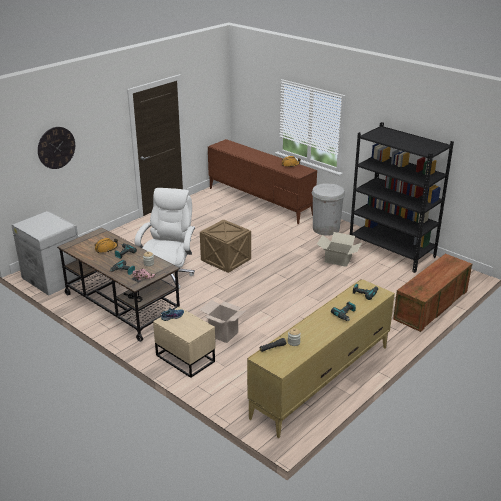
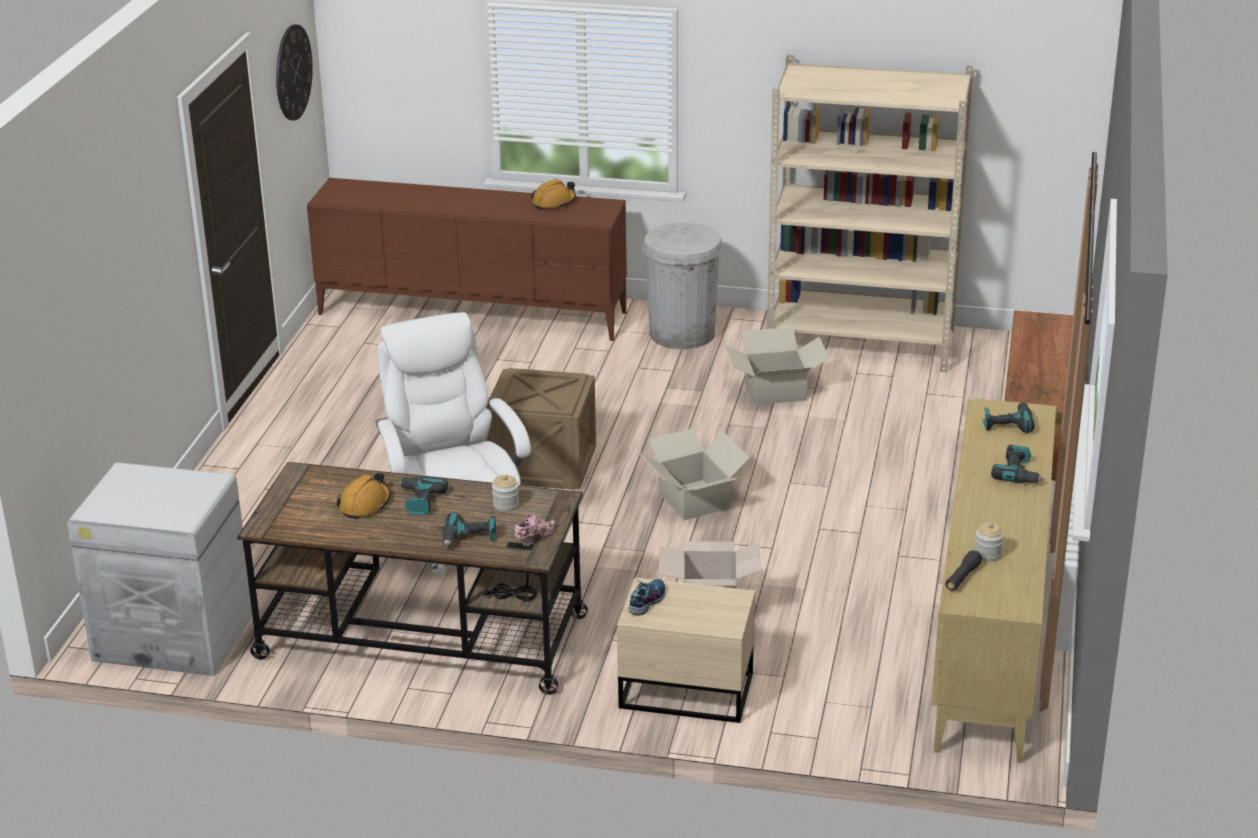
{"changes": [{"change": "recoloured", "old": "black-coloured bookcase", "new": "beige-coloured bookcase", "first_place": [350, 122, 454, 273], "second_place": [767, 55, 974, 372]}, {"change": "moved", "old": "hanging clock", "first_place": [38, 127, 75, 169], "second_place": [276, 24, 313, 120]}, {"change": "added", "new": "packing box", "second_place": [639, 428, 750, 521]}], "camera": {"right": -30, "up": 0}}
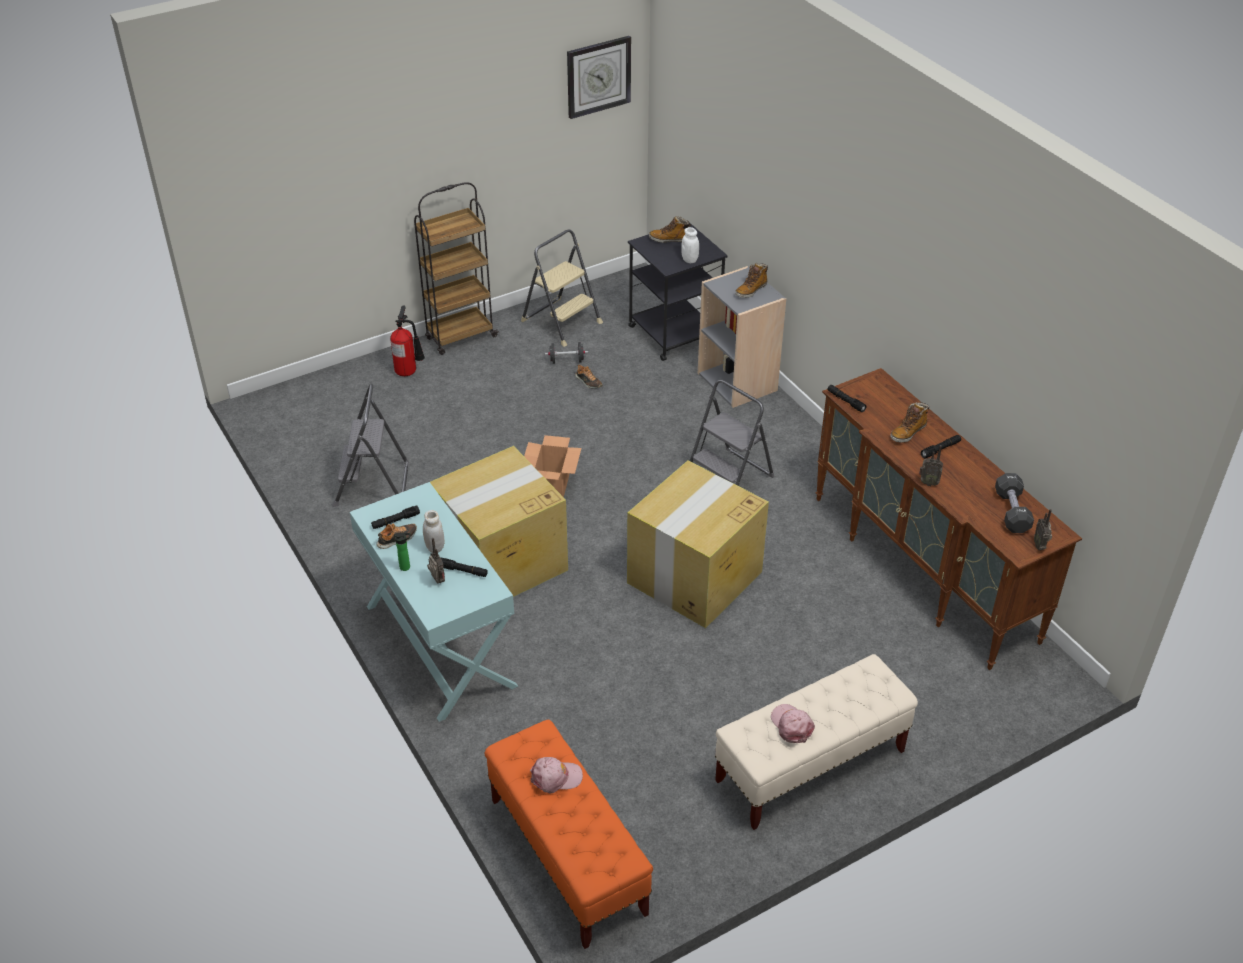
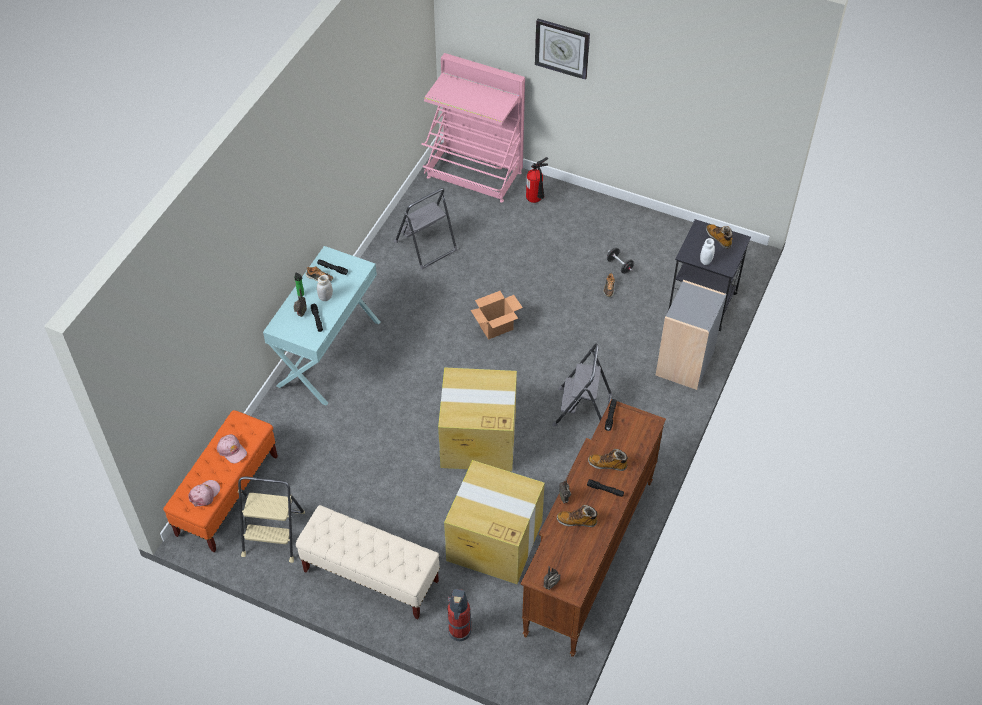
{"changes": [{"change": "moved", "old": "hanging clock", "first_place": [567, 36, 631, 119], "second_place": [535, 19, 590, 80]}, {"change": "removed", "old": "brownish cart", "first_place": [414, 182, 500, 355]}, {"change": "moved", "old": "beige-coloured step ladder", "first_place": [521, 230, 603, 347], "second_place": [238, 476, 305, 563]}, {"change": "moved", "old": "tall boot", "first_place": [735, 263, 768, 298], "second_place": [557, 505, 599, 527]}, {"change": "moved", "old": "packing box", "first_place": [430, 446, 568, 597], "second_place": [444, 460, 545, 584]}, {"change": "removed", "old": "black-coloured dumbbell", "first_place": [995, 473, 1034, 533]}, {"change": "moved", "old": "pink-coloured baseball cap", "first_place": [771, 704, 815, 743], "second_place": [188, 480, 220, 507]}, {"change": "added", "new": "pink-coloured shoe rack", "second_place": [421, 53, 525, 203]}, {"change": "added", "new": "extinguisher", "second_place": [447, 589, 471, 641]}], "camera": {"right": 55, "up": 10}}
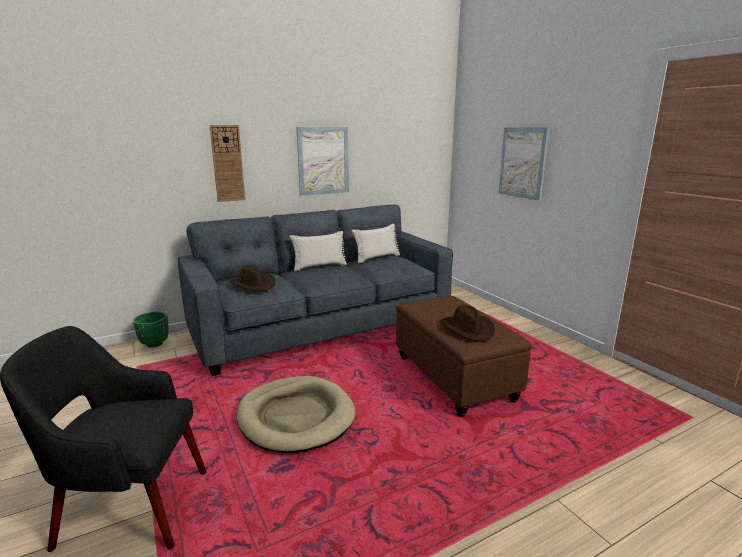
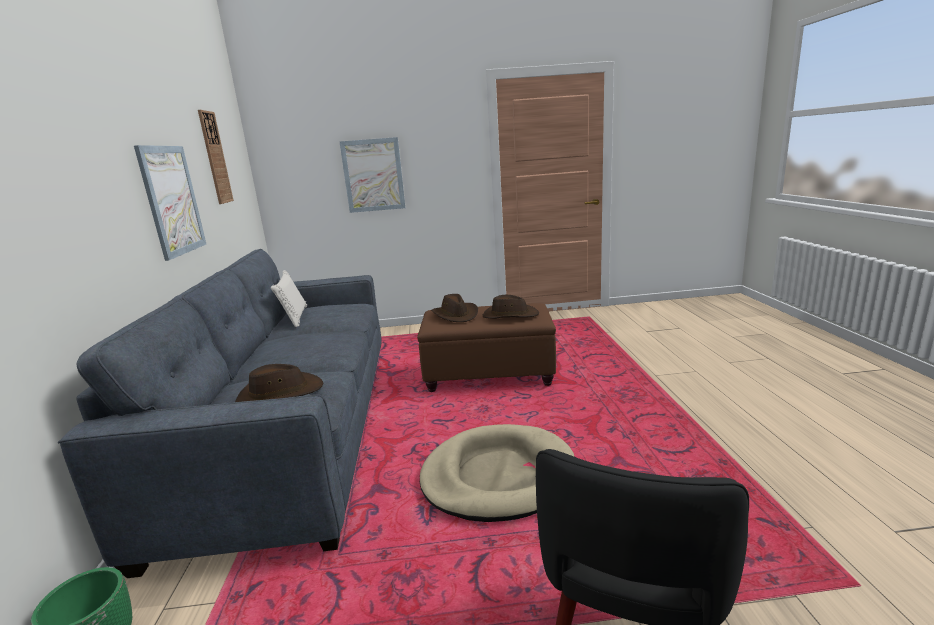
{"changes": [{"change": "moved", "old": "hanging clock", "first_place": [210, 125, 245, 202], "second_place": [198, 110, 234, 204]}, {"change": "removed", "old": "whitish cushion", "first_place": [289, 231, 347, 272]}, {"change": "added", "new": "brownish clothing hat", "second_place": [431, 294, 478, 322]}], "camera": {"right": -65, "up": 0}}
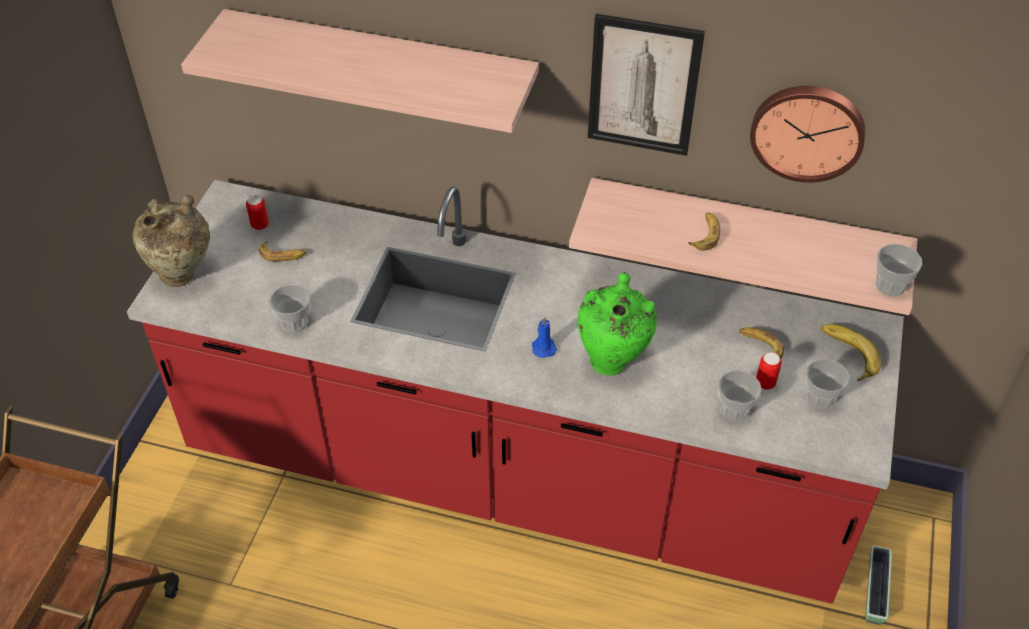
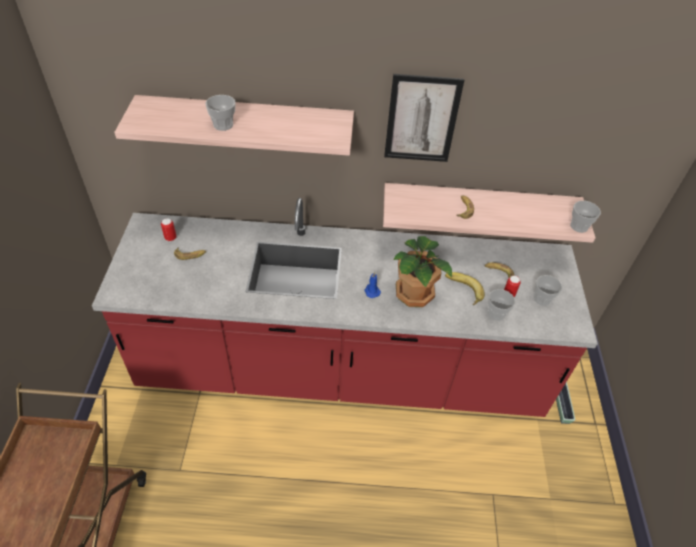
{"changes": [{"change": "removed", "old": "hanging clock", "first_place": [750, 86, 865, 183]}, {"change": "removed", "old": "beige-coloured decorative vase", "first_place": [133, 195, 210, 287]}, {"change": "replaced", "old": "greenish decorative vase", "new": "houseplant", "first_place": [577, 272, 657, 376], "second_place": [394, 236, 452, 307]}, {"change": "moved", "old": "drinking cup", "first_place": [269, 285, 310, 333], "second_place": [205, 95, 236, 131]}, {"change": "moved", "old": "banana", "first_place": [821, 325, 881, 381], "second_place": [445, 272, 485, 305]}], "camera": {"right": -15, "up": 0}}
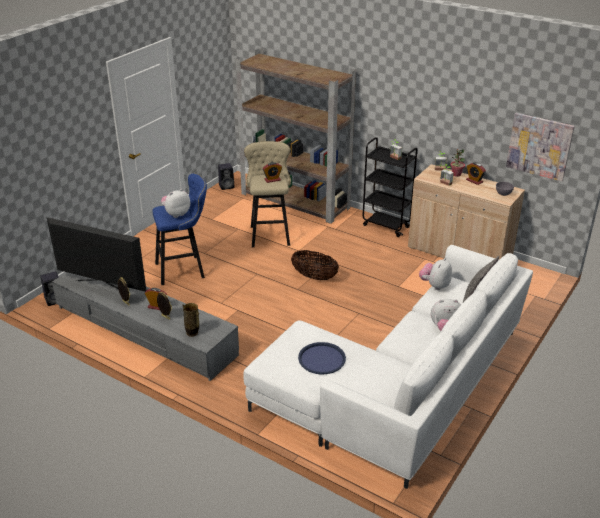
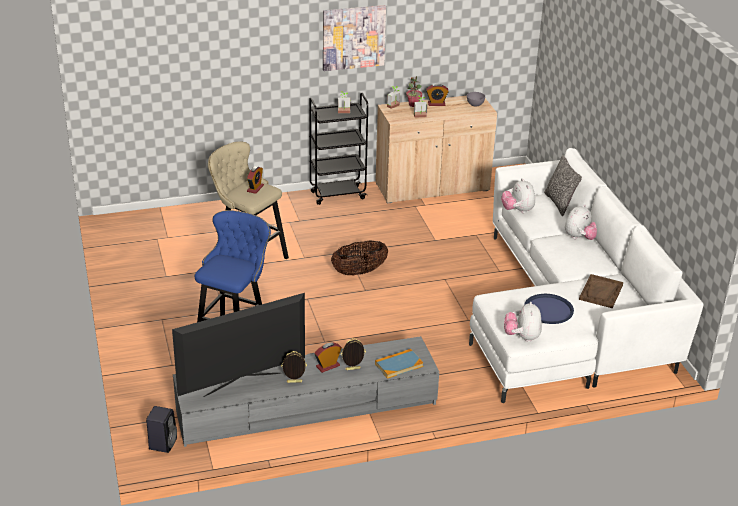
{"changes": [{"change": "removed", "old": "brownish bookcase", "first_place": [235, 48, 356, 224]}, {"change": "moved", "old": "wall art", "first_place": [506, 113, 575, 181], "second_place": [323, 5, 386, 71]}, {"change": "removed", "old": "black-coloured audio speaker", "first_place": [218, 163, 235, 190]}, {"change": "moved", "old": "cuddly toy", "first_place": [161, 189, 190, 218], "second_place": [504, 302, 542, 342]}, {"change": "replaced", "old": "decorative vase", "new": "bound book", "first_place": [182, 303, 199, 337], "second_place": [375, 349, 423, 379]}, {"change": "added", "new": "brownish serving tray", "second_place": [579, 274, 623, 308]}], "camera": {"right": -50, "up": 0}}
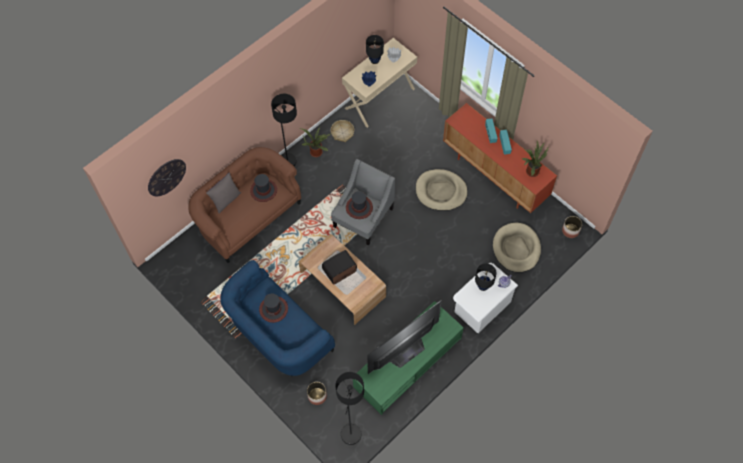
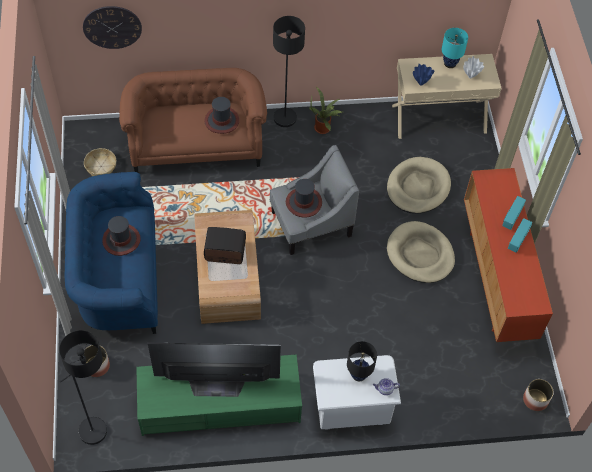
{"changes": [{"change": "recoloured", "old": "black-coloured lamp for a table", "new": "blue-green lamp for a table", "first_place": [366, 35, 384, 64], "second_place": [441, 28, 468, 68]}, {"change": "moved", "old": "basket", "first_place": [331, 120, 354, 142], "second_place": [84, 148, 116, 176]}, {"change": "removed", "old": "houseplant", "first_place": [522, 141, 549, 177]}, {"change": "removed", "old": "grey cushion", "first_place": [206, 172, 241, 213]}, {"change": "moved", "old": "beige-coloured dog bed", "first_place": [493, 223, 541, 272], "second_place": [387, 157, 451, 214]}], "camera": {"right": 35, "up": -5}}
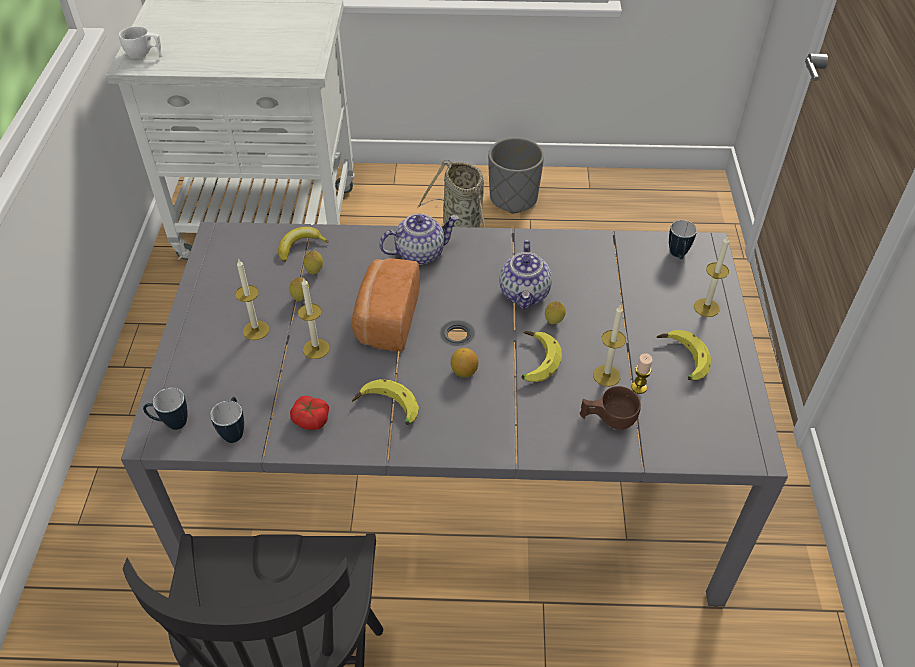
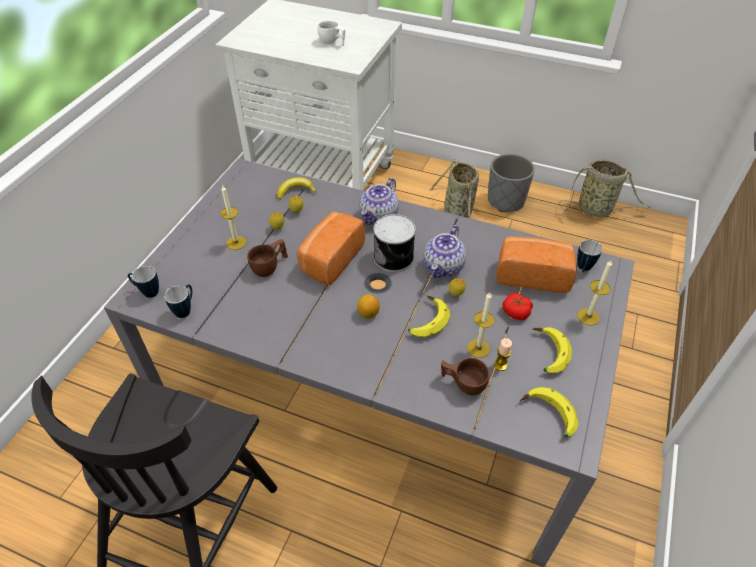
{"changes": [{"change": "moved", "old": "whitish drinking cup", "first_place": [119, 26, 162, 59], "second_place": [318, 21, 345, 46]}, {"change": "turned", "old": "tea pot", "first_place": [379, 213, 459, 265], "second_place": [360, 178, 399, 225], "degrees": 120}, {"change": "replaced", "old": "candle", "new": "brownish drinking cup", "first_place": [298, 278, 330, 359], "second_place": [247, 239, 288, 277]}, {"change": "moved", "old": "banana", "first_place": [352, 379, 419, 425], "second_place": [520, 387, 579, 437]}, {"change": "moved", "old": "whole tomato", "first_place": [290, 396, 329, 430], "second_place": [503, 293, 533, 320]}, {"change": "added", "new": "basket", "second_place": [559, 159, 651, 217]}, {"change": "added", "new": "can", "second_place": [374, 214, 416, 272]}, {"change": "added", "new": "bread", "second_place": [497, 236, 577, 293]}], "camera": {"right": 20, "up": 0}}
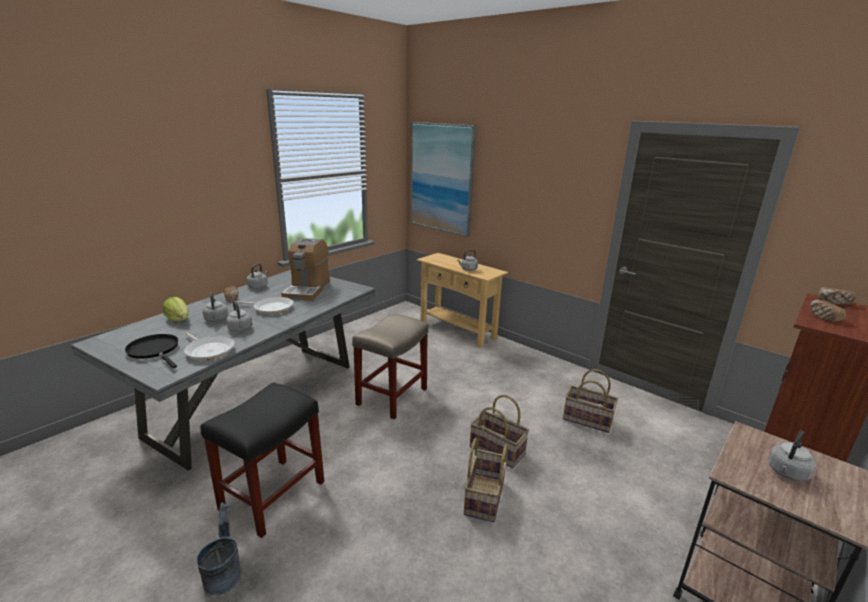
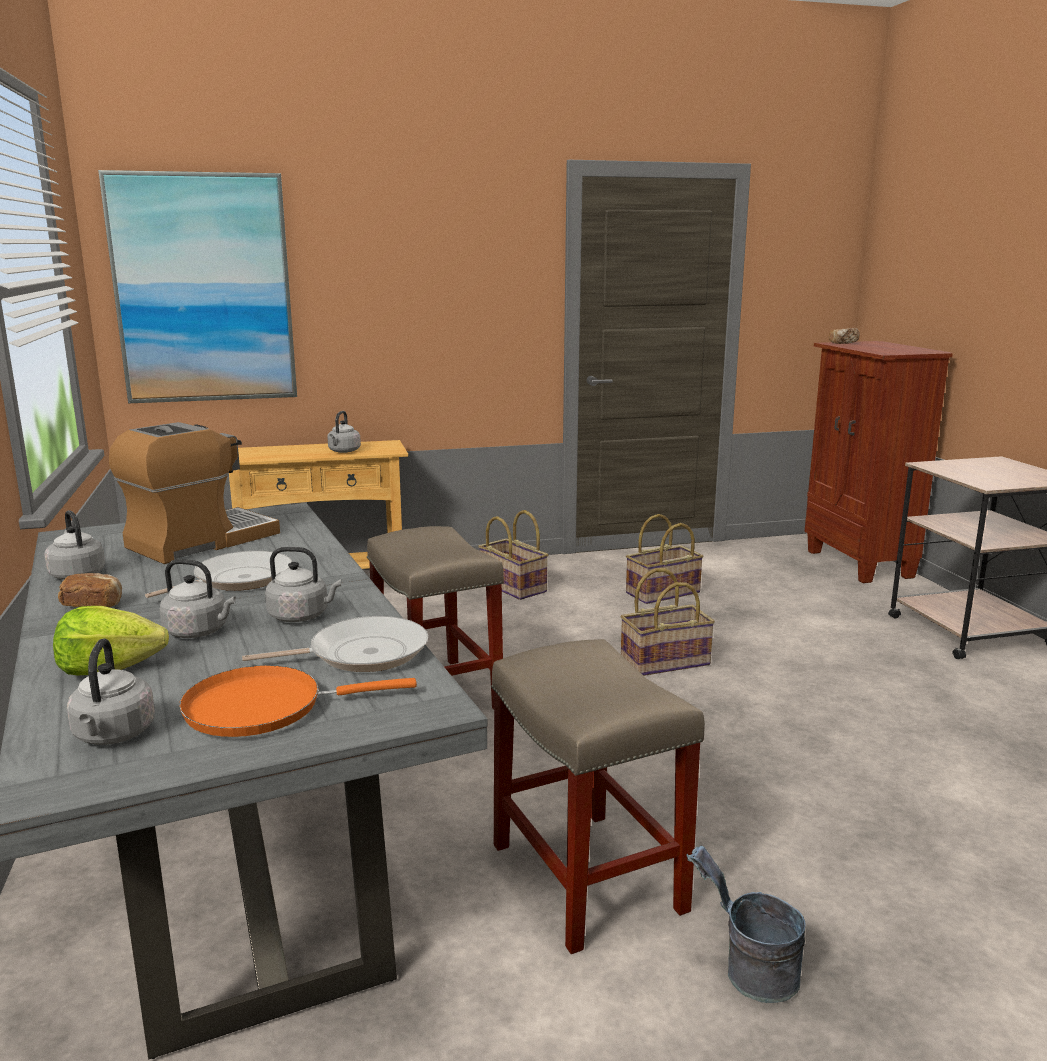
{"changes": [{"change": "turned", "old": "coffee maker", "first_place": [281, 238, 330, 301], "second_place": [109, 422, 280, 564], "degrees": -90}, {"change": "removed", "old": "bread", "first_place": [810, 300, 846, 322]}, {"change": "recoloured", "old": "black-coloured frying pan", "new": "orange-coloured frying pan", "first_place": [125, 334, 178, 368], "second_place": [179, 665, 417, 737]}, {"change": "recoloured", "old": "black-coloured sitting stool", "new": "beige-coloured sitting stool", "first_place": [201, 382, 324, 538], "second_place": [491, 639, 705, 954]}, {"change": "moved", "old": "grey water kettle", "first_place": [768, 431, 817, 482], "second_place": [67, 638, 155, 745]}, {"change": "moved", "old": "basket", "first_place": [464, 438, 508, 522], "second_place": [478, 510, 548, 600]}], "camera": {"right": -55, "up": -5}}
